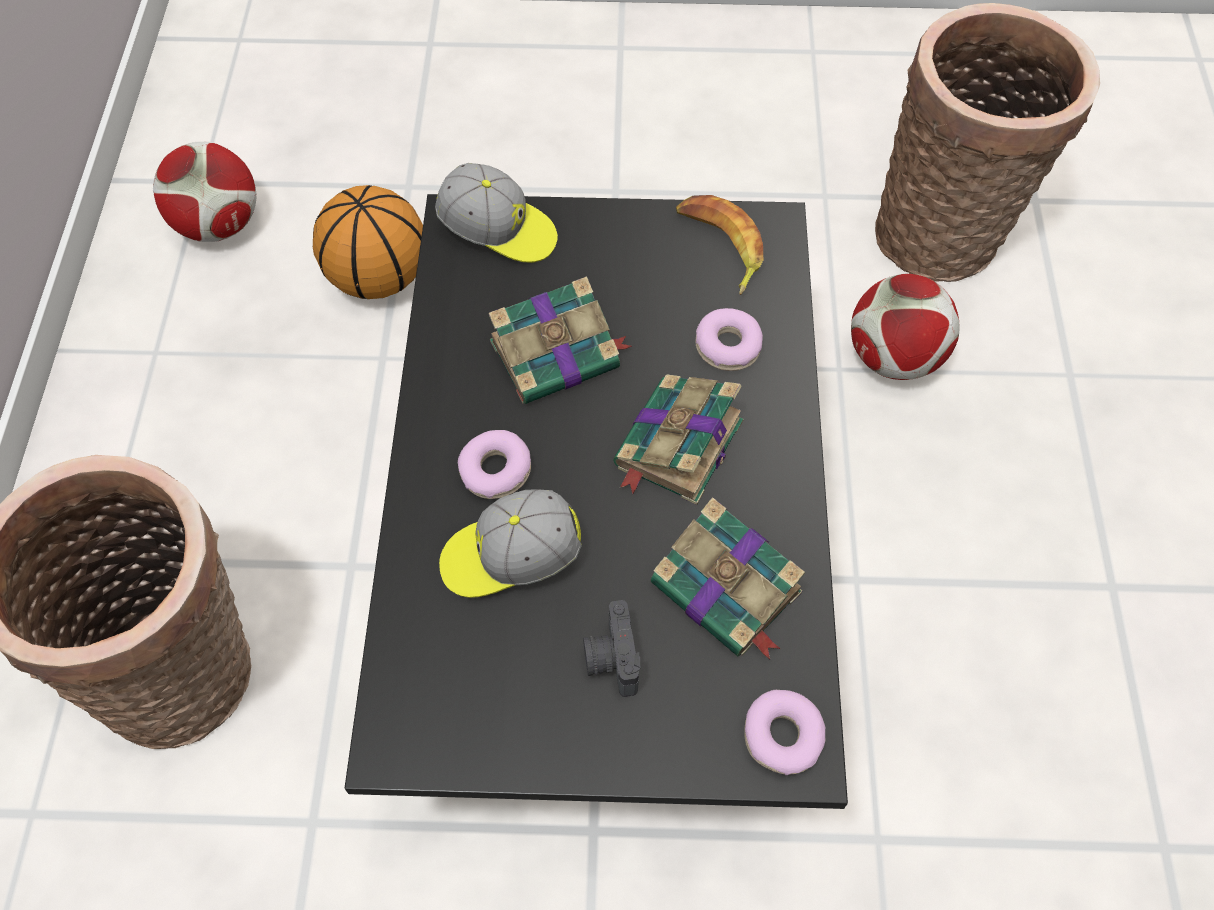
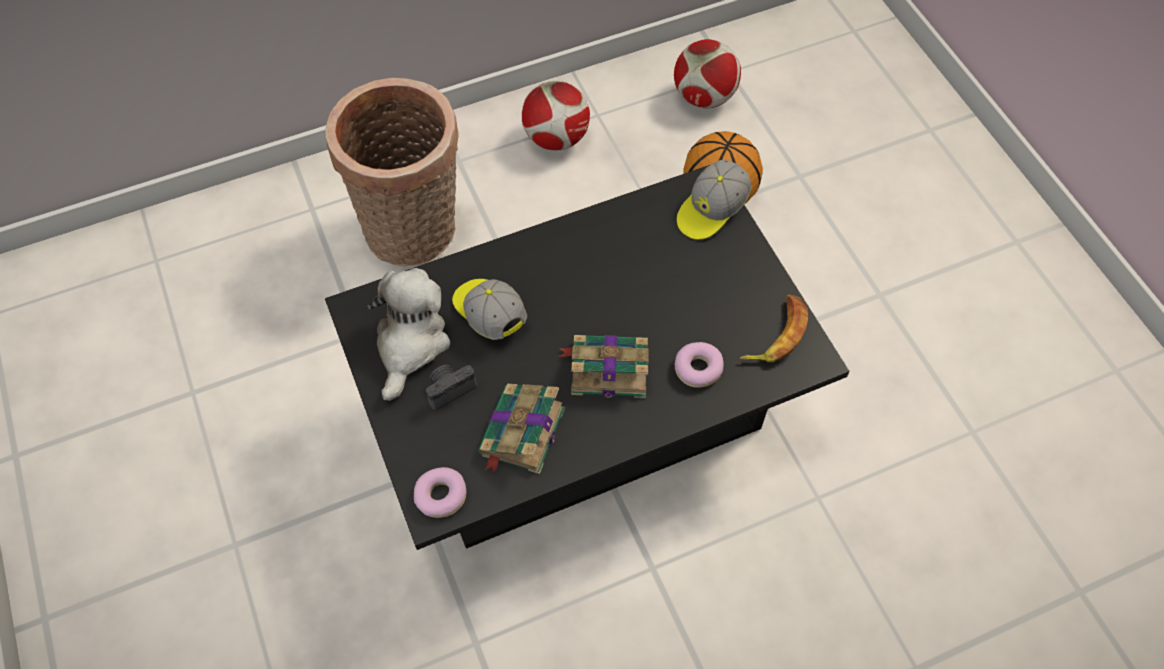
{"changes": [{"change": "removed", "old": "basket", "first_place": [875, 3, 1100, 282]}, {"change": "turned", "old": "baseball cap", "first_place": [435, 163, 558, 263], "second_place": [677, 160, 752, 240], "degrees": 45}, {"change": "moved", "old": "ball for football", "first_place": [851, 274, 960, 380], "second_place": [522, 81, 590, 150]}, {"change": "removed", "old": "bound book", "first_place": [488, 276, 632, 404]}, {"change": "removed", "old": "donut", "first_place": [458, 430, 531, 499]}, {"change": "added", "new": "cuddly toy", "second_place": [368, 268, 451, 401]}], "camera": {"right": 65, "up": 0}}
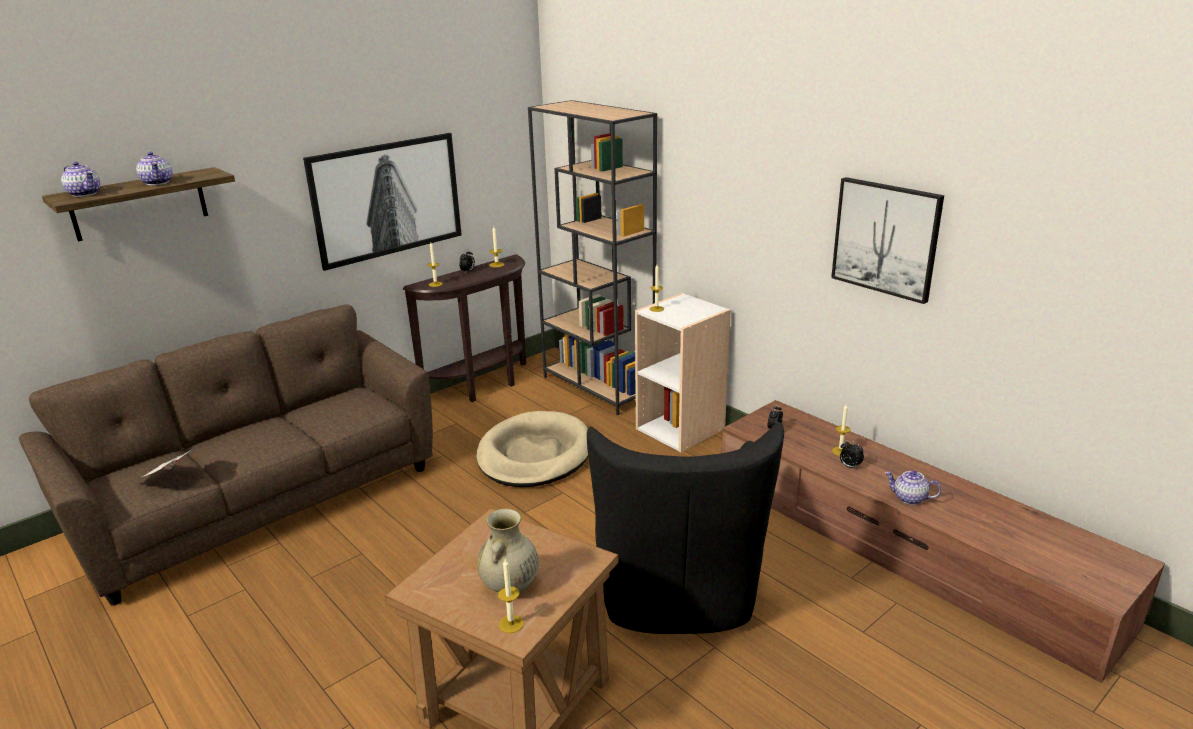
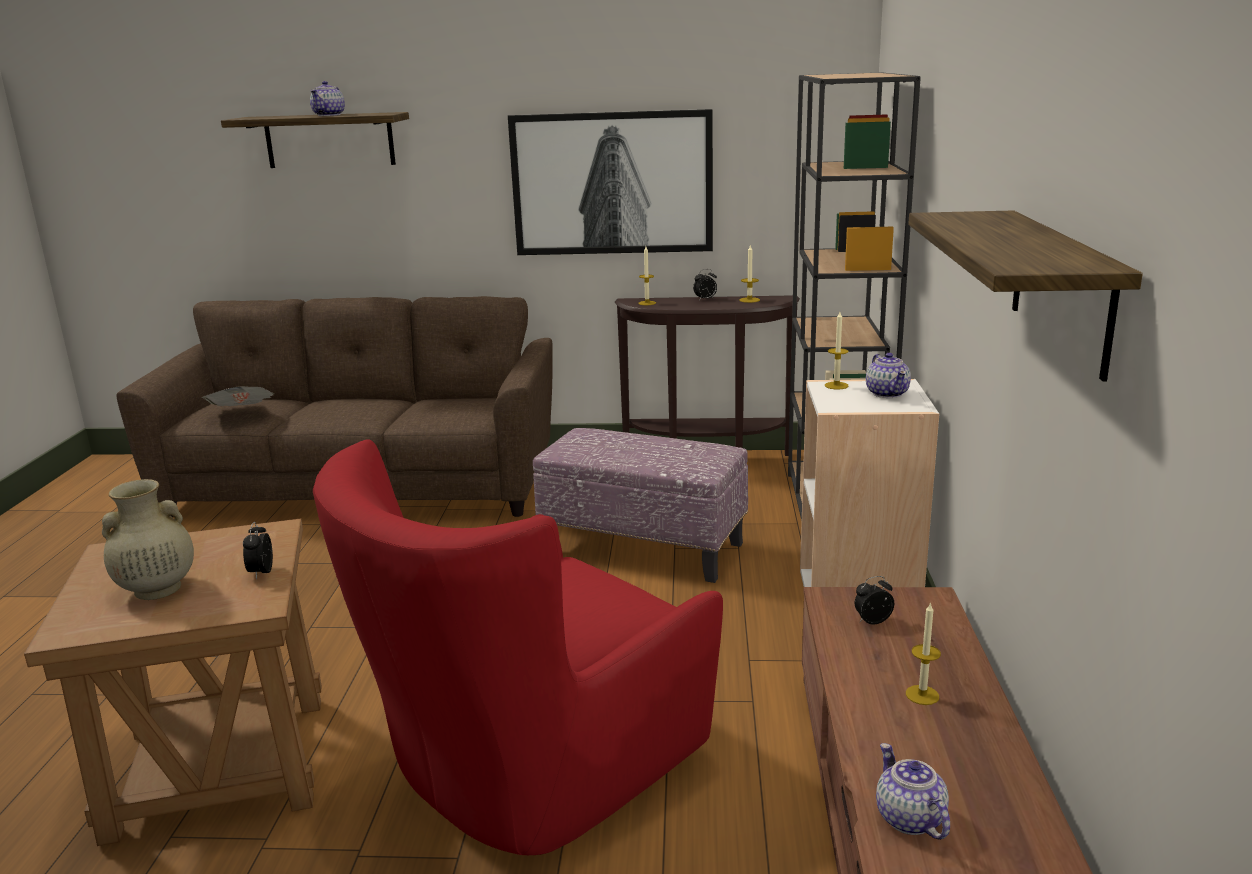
{"changes": [{"change": "moved", "old": "tea pot", "first_place": [61, 162, 100, 197], "second_place": [866, 353, 911, 398]}, {"change": "replaced", "old": "wall art", "new": "wall shelf", "first_place": [831, 177, 944, 304], "second_place": [908, 210, 1143, 381]}, {"change": "replaced", "old": "beige-coloured dog bed", "new": "ottoman", "first_place": [476, 411, 588, 487], "second_place": [533, 428, 748, 583]}, {"change": "recoloured", "old": "black-coloured lounge chair", "new": "reddish lounge chair", "first_place": [587, 422, 784, 634], "second_place": [313, 439, 723, 855]}, {"change": "moved", "old": "alarm clock", "first_place": [840, 440, 864, 469], "second_place": [243, 522, 273, 580]}, {"change": "removed", "old": "candle", "first_place": [497, 559, 524, 633]}], "camera": {"right": 45, "up": -5}}
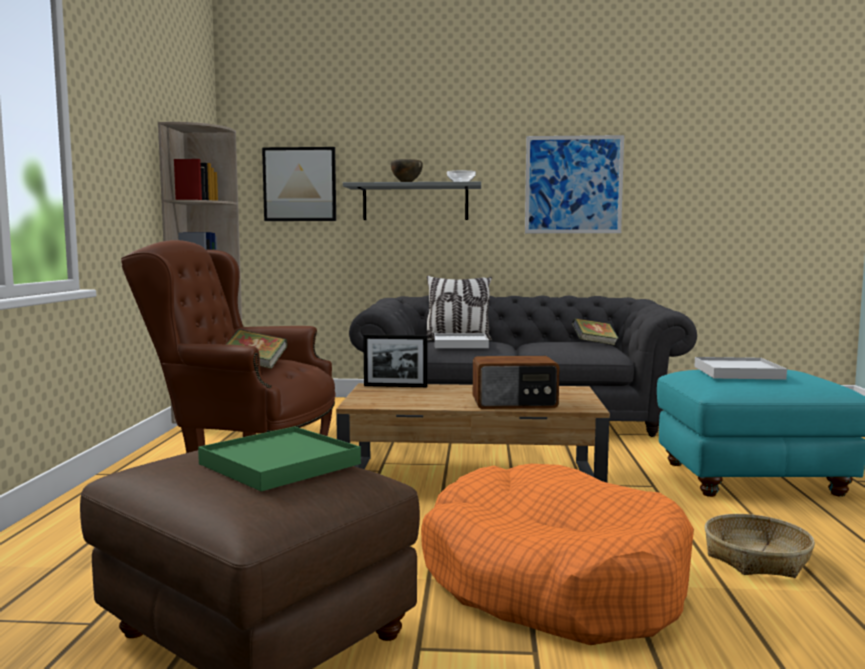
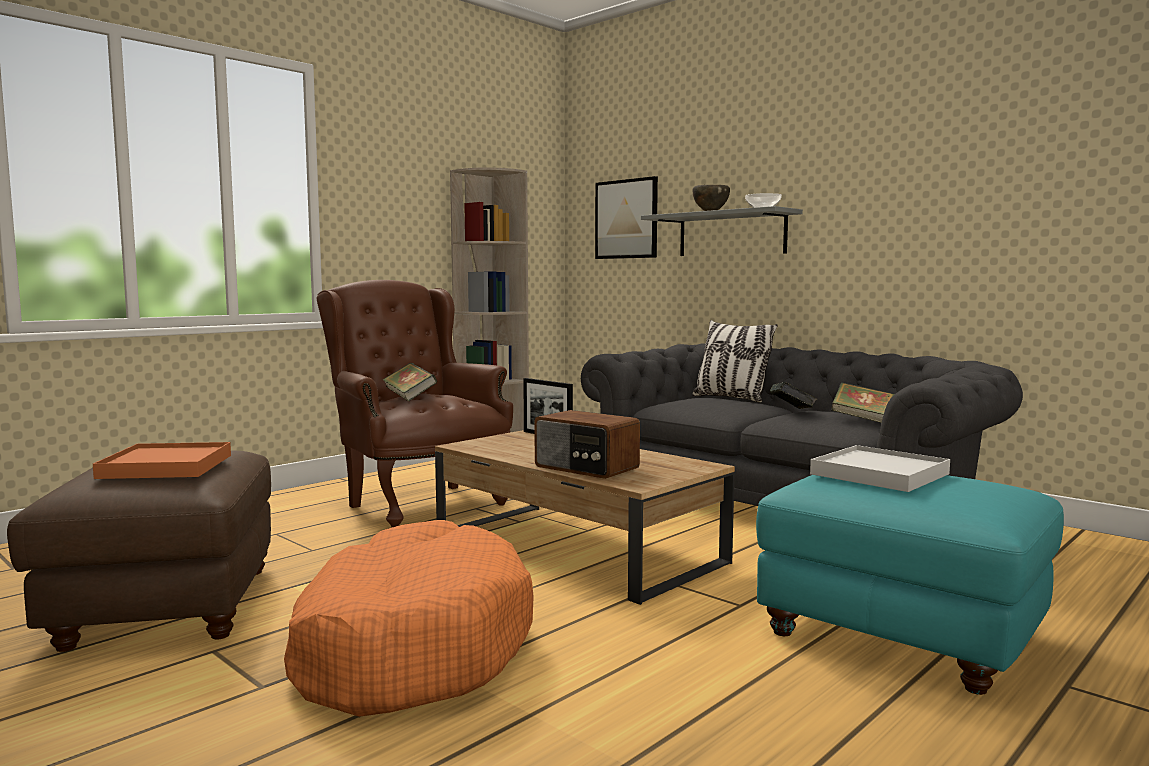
{"changes": [{"change": "removed", "old": "wall art", "first_place": [525, 135, 624, 233]}, {"change": "removed", "old": "whitish serving tray", "first_place": [435, 333, 489, 348]}, {"change": "recoloured", "old": "greenish serving tray", "new": "orange-coloured serving tray", "first_place": [198, 426, 361, 491], "second_place": [93, 442, 231, 479]}, {"change": "removed", "old": "basket", "first_place": [705, 514, 815, 578]}, {"change": "added", "new": "bound book", "second_place": [770, 382, 817, 409]}], "camera": {"right": 40, "up": 0}}
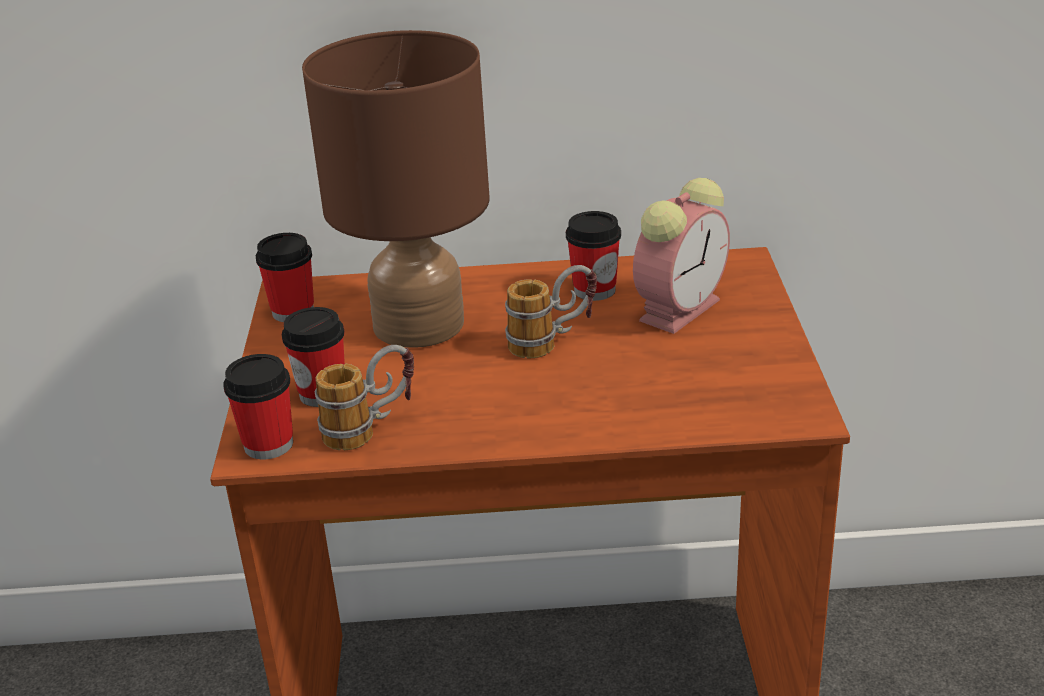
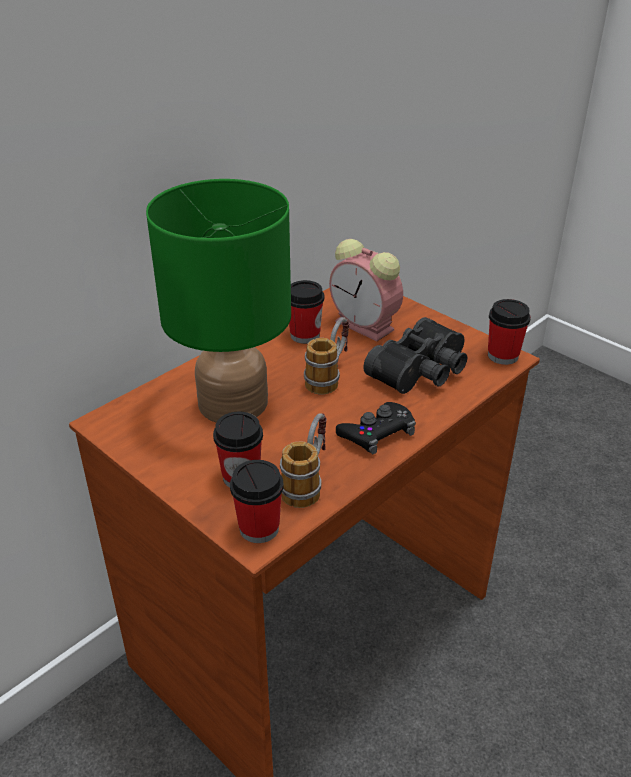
{"changes": [{"change": "recoloured", "old": "brownish lamp for a table", "new": "greenish lamp for a table", "first_place": [302, 30, 490, 348], "second_place": [146, 179, 291, 422]}, {"change": "turned", "old": "alarm clock", "first_place": [633, 178, 730, 334], "second_place": [329, 239, 403, 341], "degrees": 135}, {"change": "moved", "old": "drinking cup", "first_place": [256, 233, 314, 322], "second_place": [488, 299, 531, 365]}, {"change": "added", "new": "black-coloured binoculars", "second_place": [363, 317, 467, 394]}, {"change": "added", "new": "black-coloured joypad", "second_place": [336, 402, 416, 454]}], "camera": {"right": -45, "up": 5}}
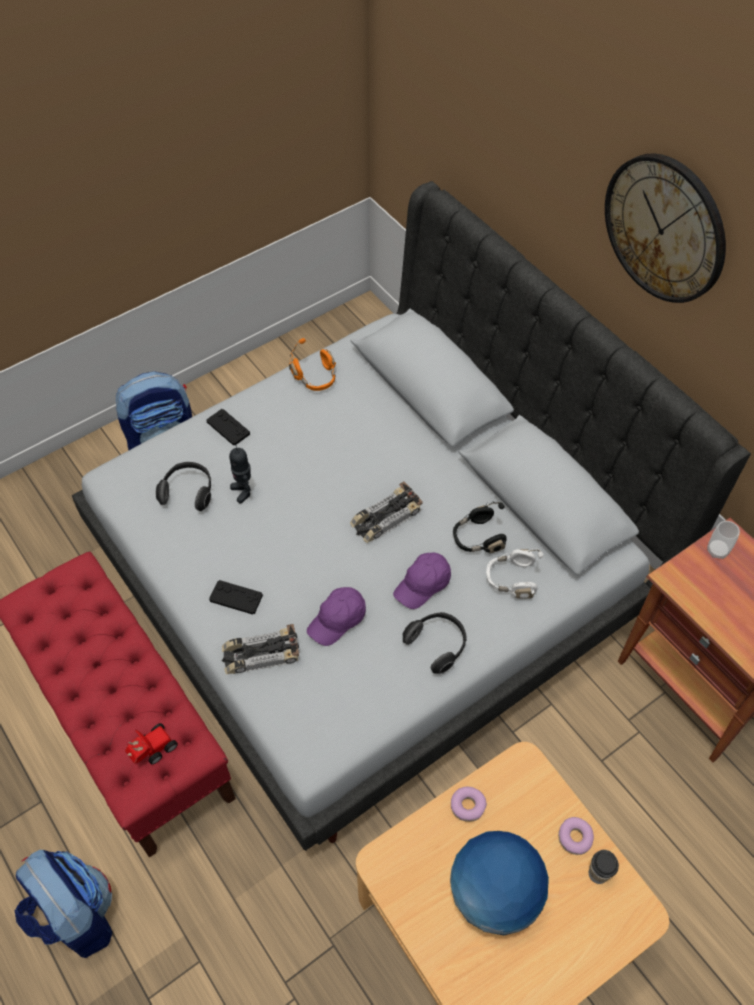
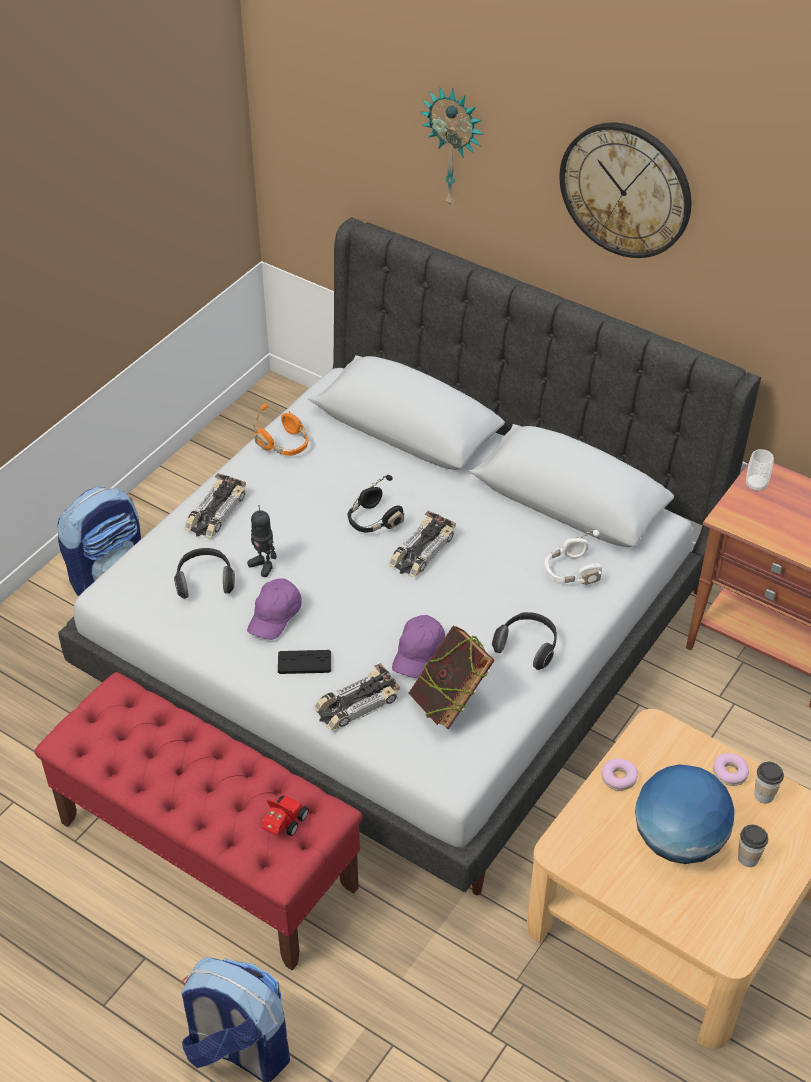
{"changes": [{"change": "replaced", "old": "black-coloured joypad", "new": "toy car", "first_place": [207, 409, 250, 446], "second_place": [184, 473, 246, 539]}, {"change": "moved", "old": "black-coloured pair of headphones", "first_place": [453, 502, 507, 553], "second_place": [347, 475, 404, 533]}, {"change": "moved", "old": "purplish baseball cap", "first_place": [393, 553, 451, 609], "second_place": [247, 578, 301, 640]}, {"change": "added", "new": "hanging clock", "second_place": [420, 86, 484, 208]}, {"change": "added", "new": "bound book", "second_place": [409, 625, 495, 729]}, {"change": "added", "new": "drinking cup", "second_place": [738, 825, 768, 867]}], "camera": {"right": -20, "up": -10}}
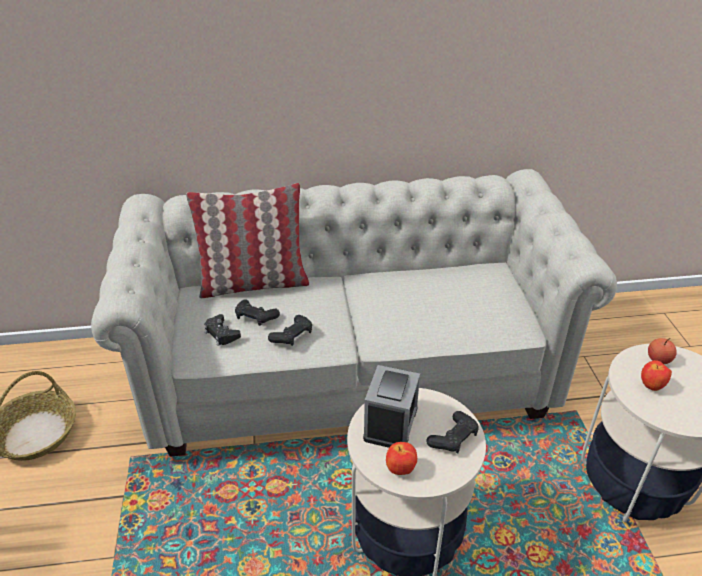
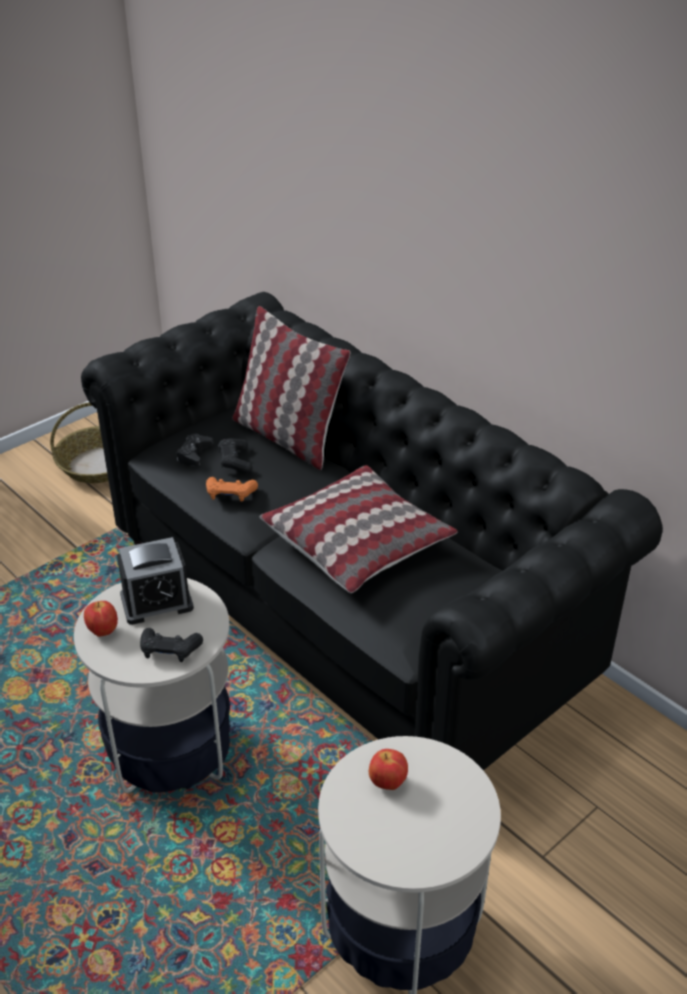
{"changes": [{"change": "recoloured", "old": "whitish settee", "new": "black-coloured settee", "first_place": [91, 169, 617, 457], "second_place": [81, 292, 663, 770]}, {"change": "recoloured", "old": "black-coloured joypad", "new": "orange-coloured joypad", "first_place": [268, 315, 312, 346], "second_place": [206, 477, 258, 502]}, {"change": "removed", "old": "apple fruit", "first_place": [648, 338, 676, 364]}, {"change": "added", "new": "cushion", "second_place": [260, 465, 457, 593]}], "camera": {"right": 55, "up": 0}}
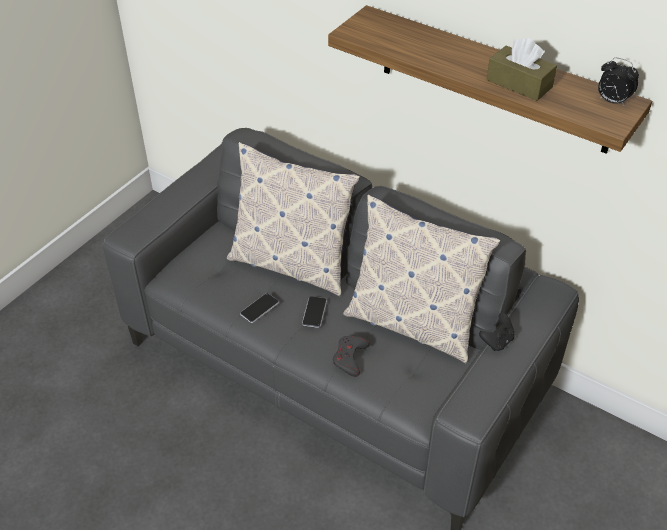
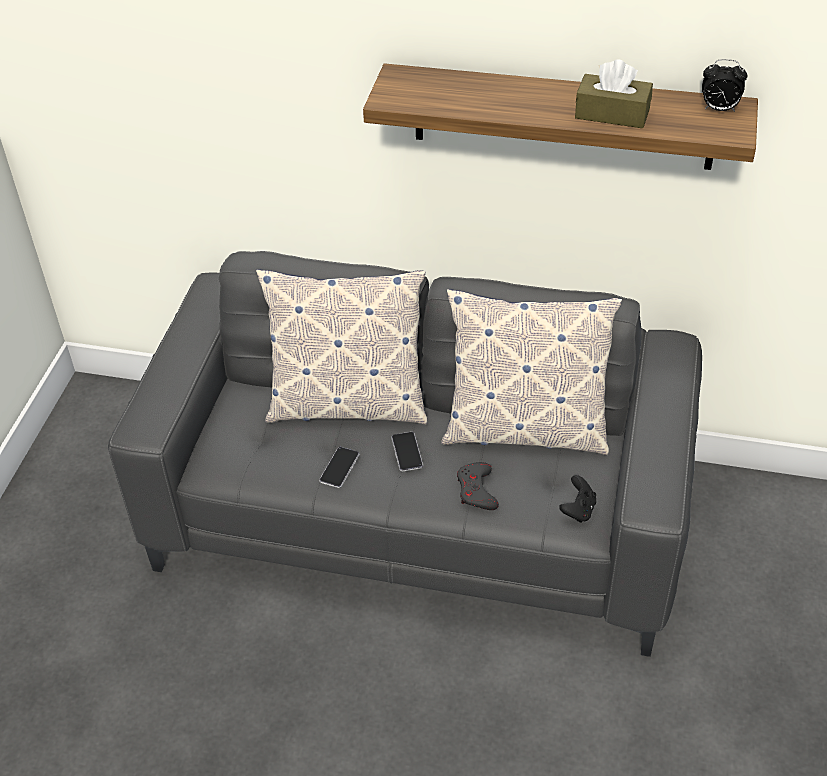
{"changes": [{"change": "moved", "old": "black-coloured joypad", "first_place": [479, 313, 515, 351], "second_place": [559, 475, 596, 523]}], "camera": {"right": -20, "up": 0}}
